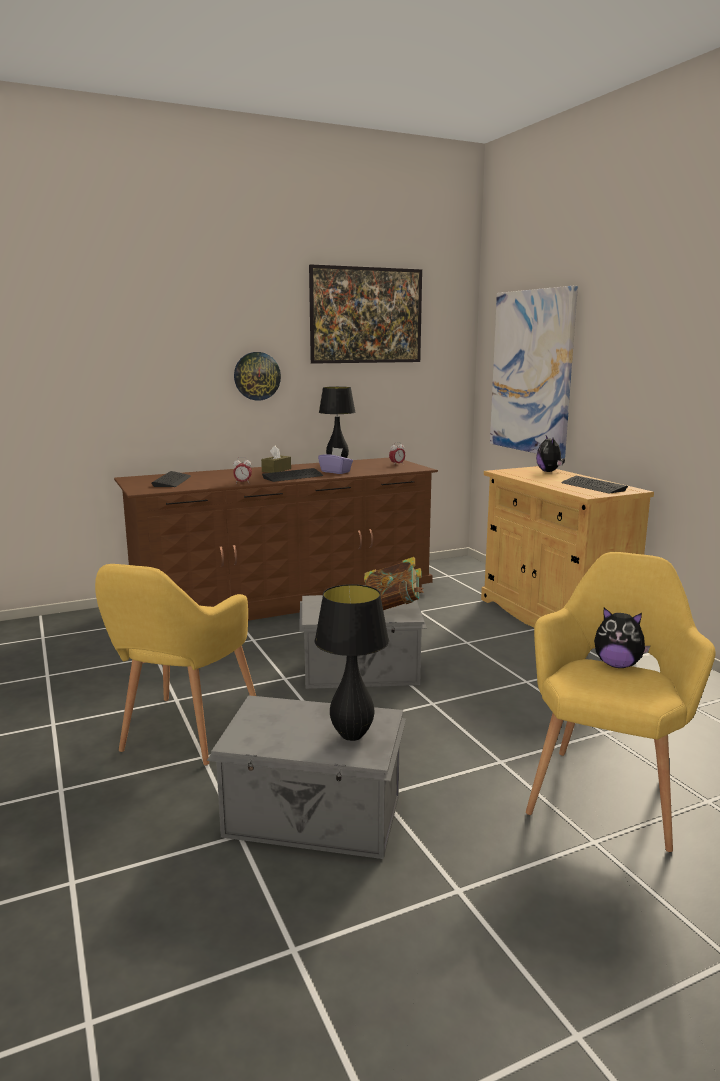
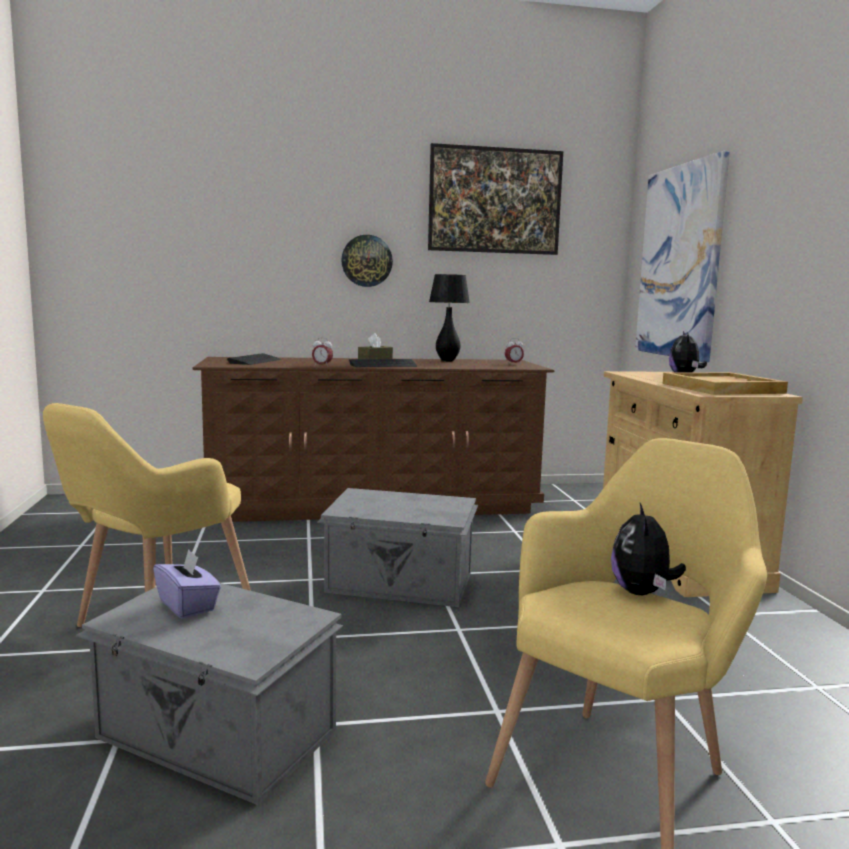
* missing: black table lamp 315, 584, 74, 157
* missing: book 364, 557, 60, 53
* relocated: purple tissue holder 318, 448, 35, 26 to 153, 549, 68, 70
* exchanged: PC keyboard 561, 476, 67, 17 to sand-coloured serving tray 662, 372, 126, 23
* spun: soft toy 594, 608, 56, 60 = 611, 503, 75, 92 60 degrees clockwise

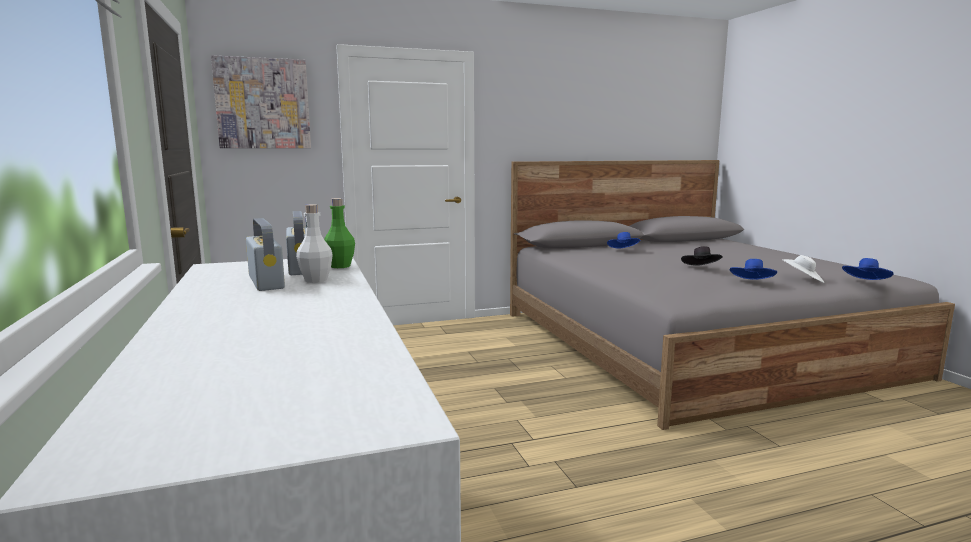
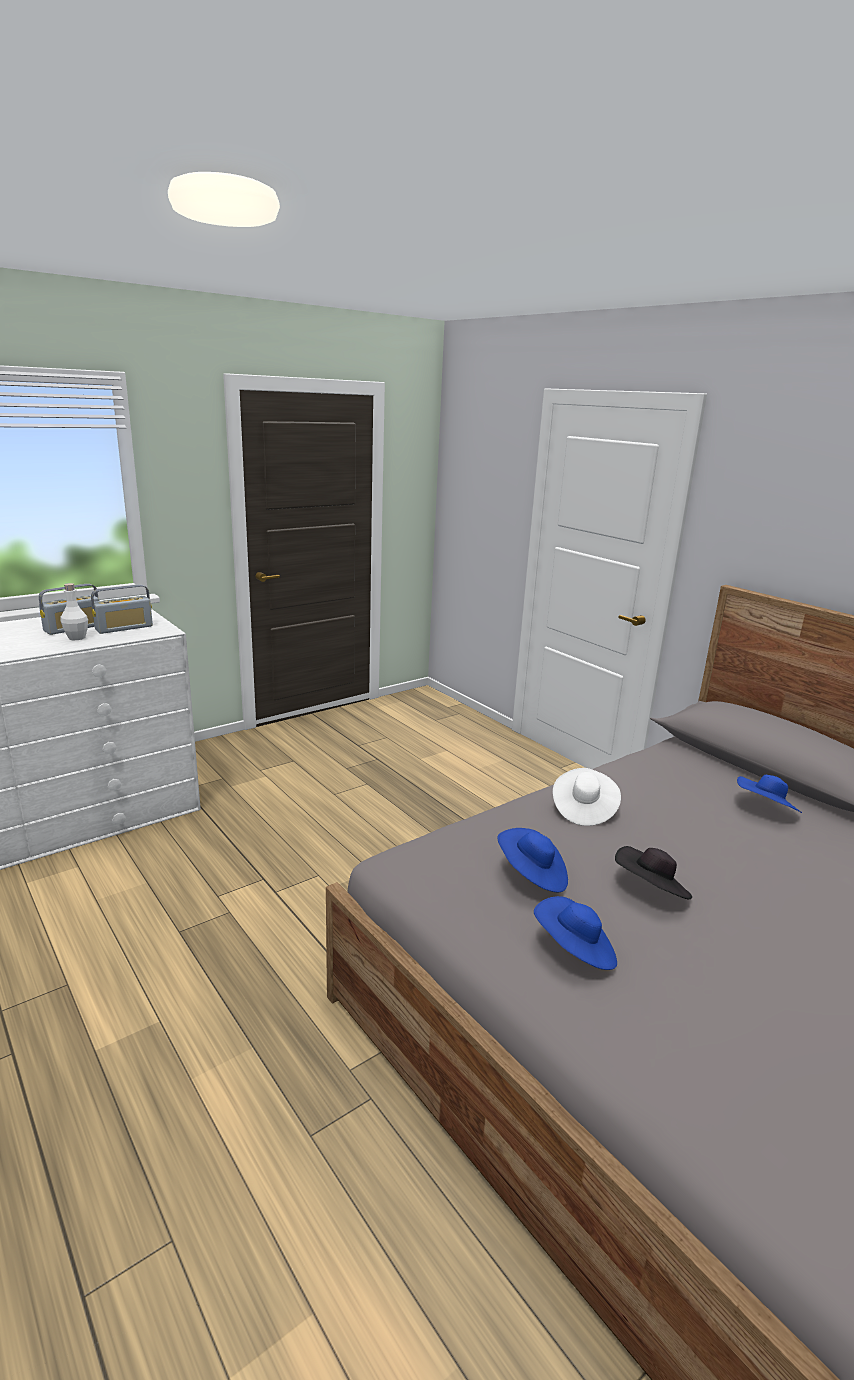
* missing: wall art 211, 55, 100, 93
* missing: greenish bottle 324, 198, 31, 70
* relocated: white-coloured hat 781, 255, 43, 28 to 553, 768, 68, 58
* relocated: blue-coloured hat 842, 258, 51, 22 to 497, 828, 71, 64

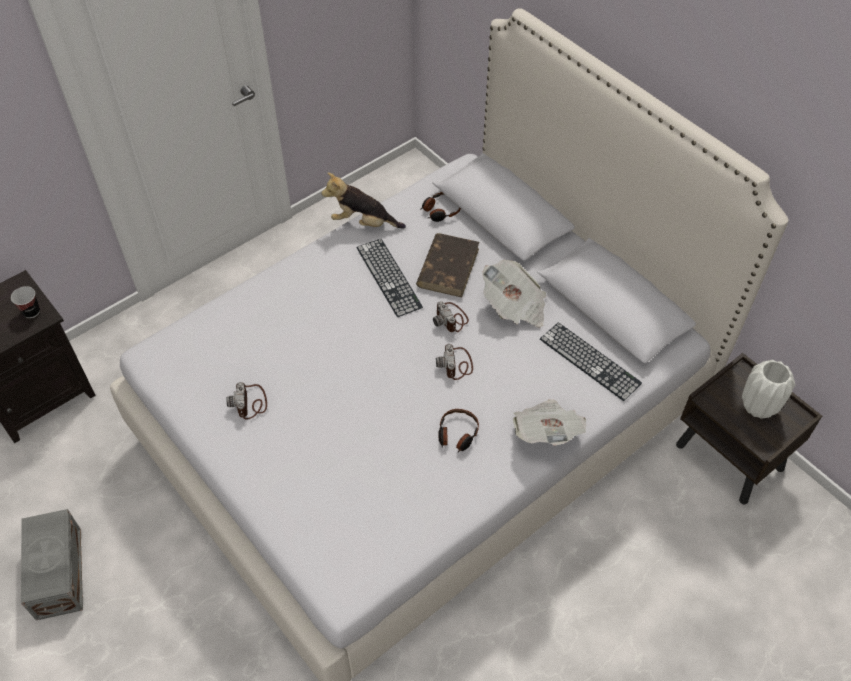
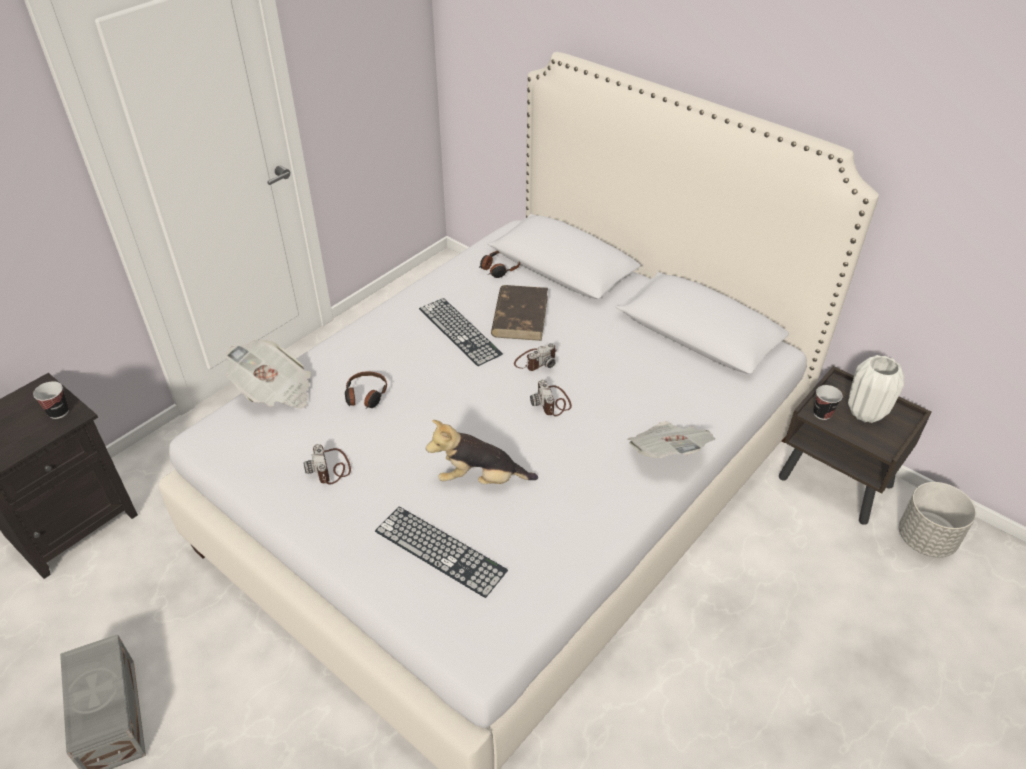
* appeared: small cup 813, 385, 30, 35
* appeared: grey plant pot 899, 482, 77, 76
* relocated: soft toy 321, 172, 85, 56 to 426, 420, 112, 64
* relocated: headphones 439, 409, 40, 44 to 345, 371, 42, 37
* relocated: daily paper 482, 260, 64, 67 to 226, 340, 85, 68
* relocated: PC keyboard 540, 323, 102, 78 to 375, 507, 133, 91
* spun: photo camera 433, 301, 36, 31 = 514, 343, 43, 28 90 degrees counterclockwise

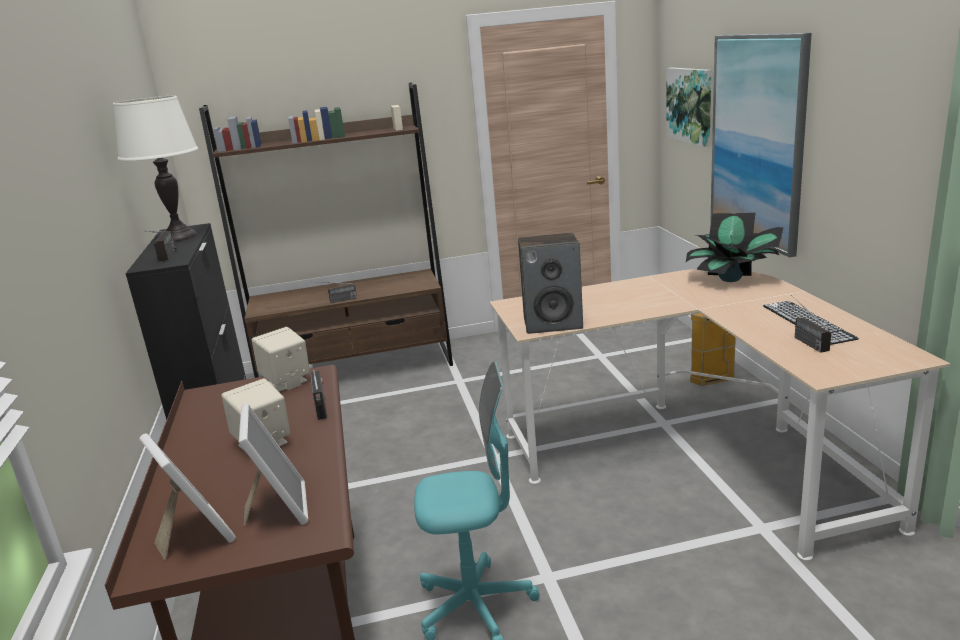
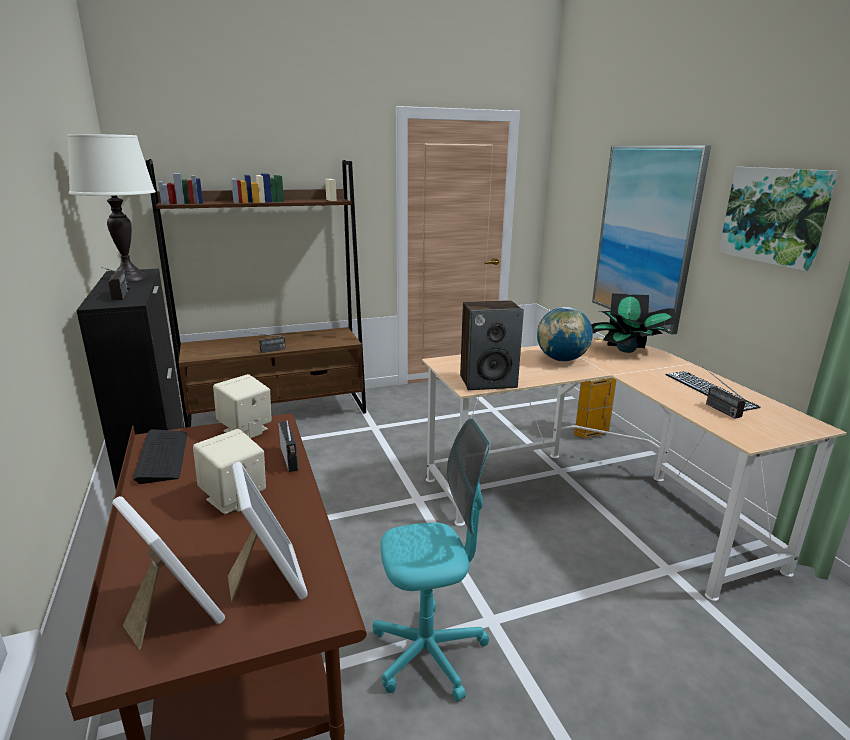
* appeared: PC keyboard 133, 429, 54, 55
* appeared: desk globe 537, 307, 56, 55
* relocated: wall art 666, 67, 45, 80 to 718, 167, 120, 104

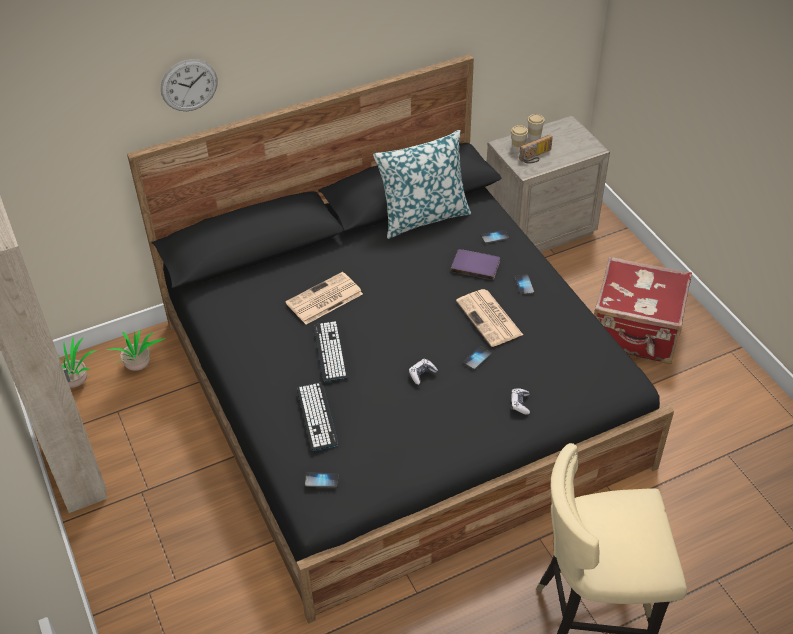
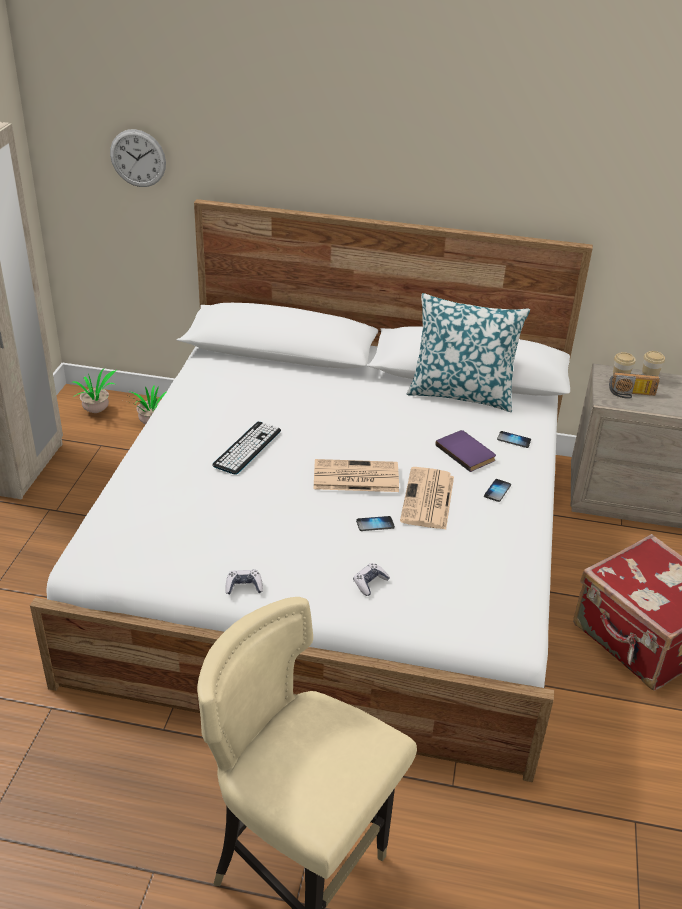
* missing: PC keyboard 297, 383, 41, 67
* missing: telephone 305, 472, 33, 16
* relocated: clock on the wall 161, 59, 57, 52 to 110, 129, 56, 58
* relocated: daily paper 286, 272, 77, 52 to 314, 459, 85, 33
* relocated: game controller 409, 359, 29, 26 to 226, 570, 37, 25
* colour: black bedroom bed 127, 54, 547, 569 to white-coloured bedroom bed 30, 199, 563, 583

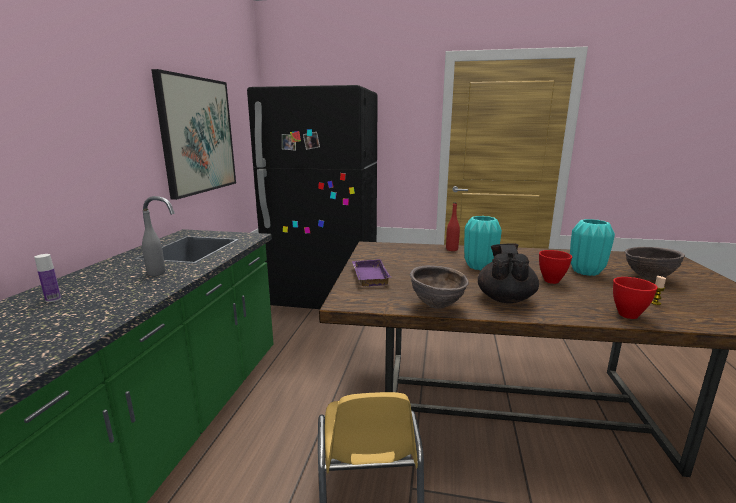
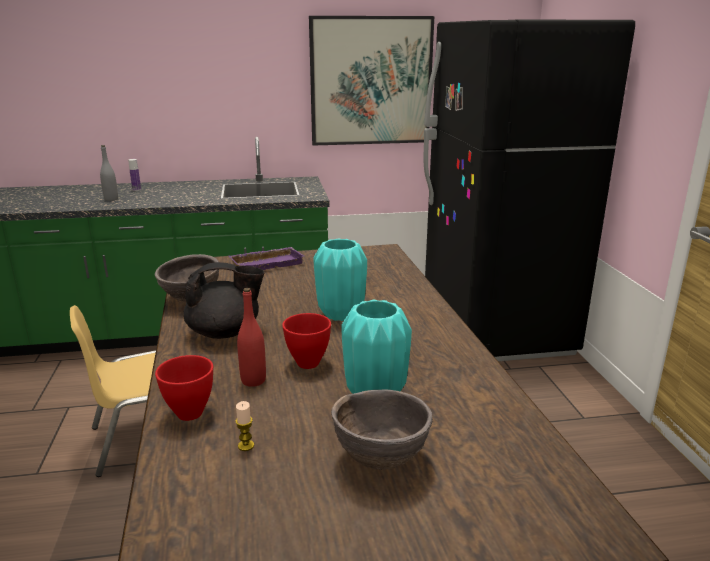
* relocated: grey bottle 142, 209, 23, 67 to 100, 145, 18, 56
* relocated: red bottle 446, 202, 14, 49 to 237, 288, 29, 99

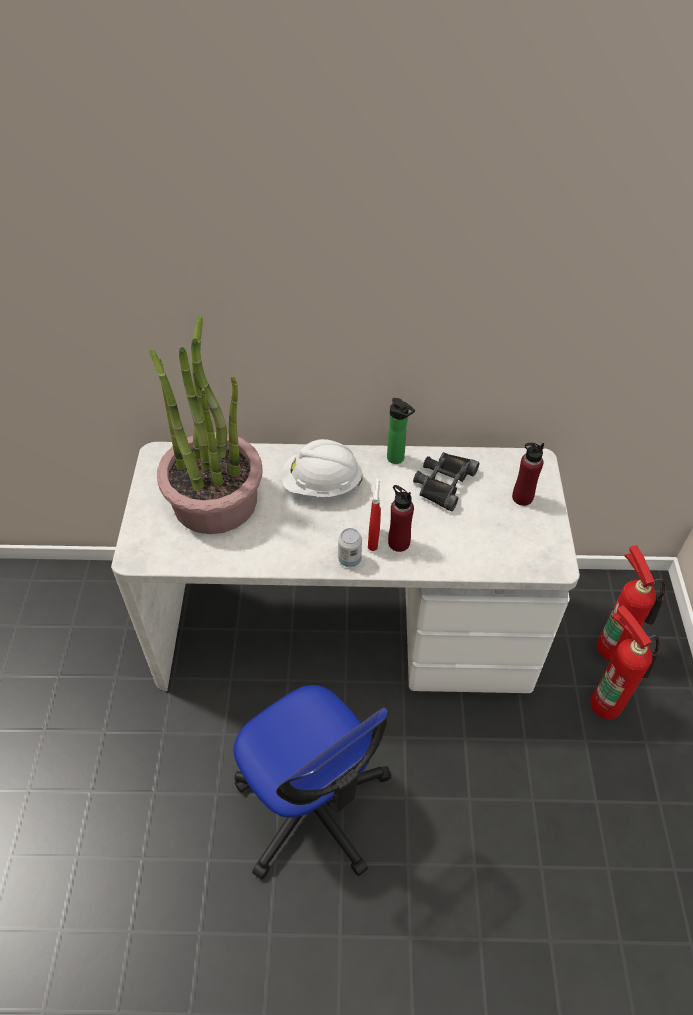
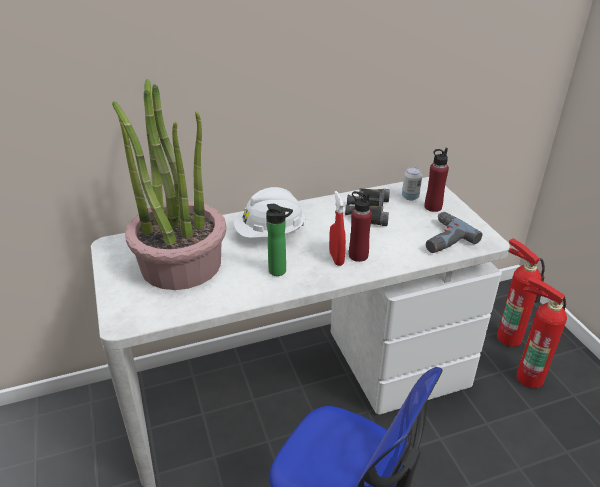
* appeared: power drill 426, 212, 57, 41
* relocated: sealed can 338, 528, 24, 39 to 402, 167, 20, 33
* relocated: bottle 387, 398, 28, 66 to 266, 204, 27, 72

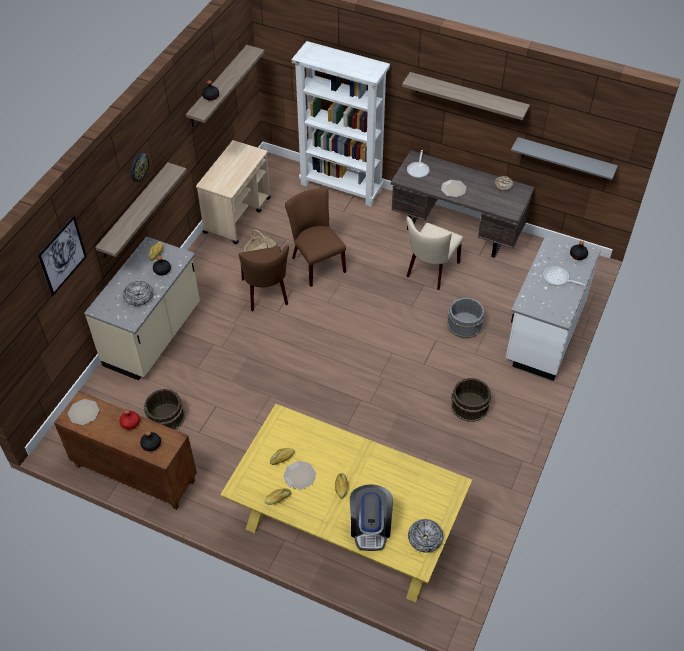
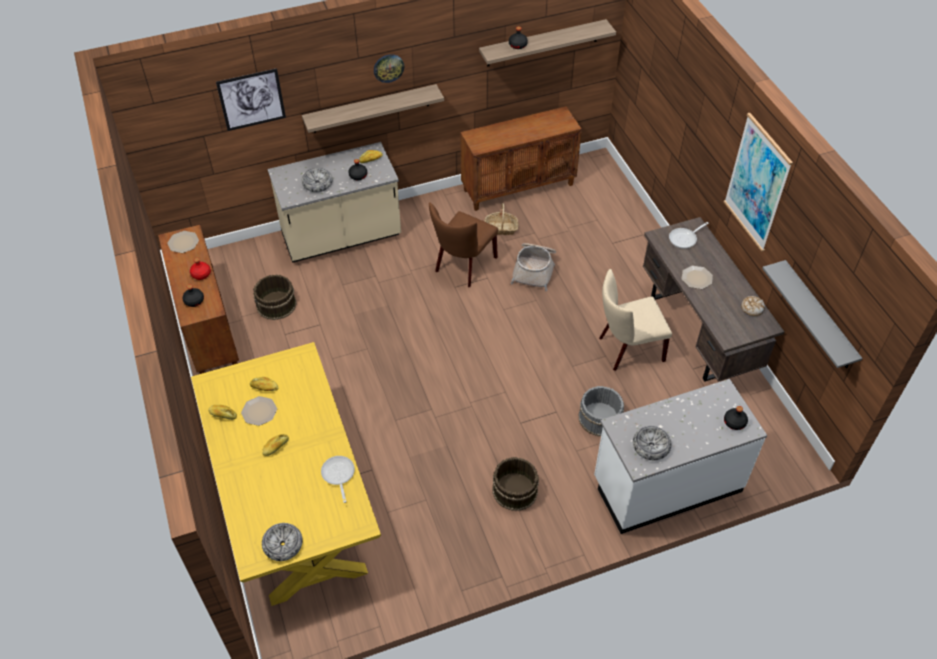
* missing: white-coloured bookshelf 292, 41, 98, 166
* missing: coffee machine 350, 484, 43, 67
* appeared: deep dish 633, 426, 39, 34
* relocated: pan 543, 266, 43, 20 to 321, 456, 34, 47
* exchanged: sand-coloured cart 196, 140, 75, 104 to brown-coloured cupboard 460, 106, 122, 105
* exchanged: brown-coloured plain chair 285, 187, 61, 100 to household basket 510, 243, 46, 48
* exchanged: shelf 402, 72, 128, 49 to wall art 724, 113, 69, 139

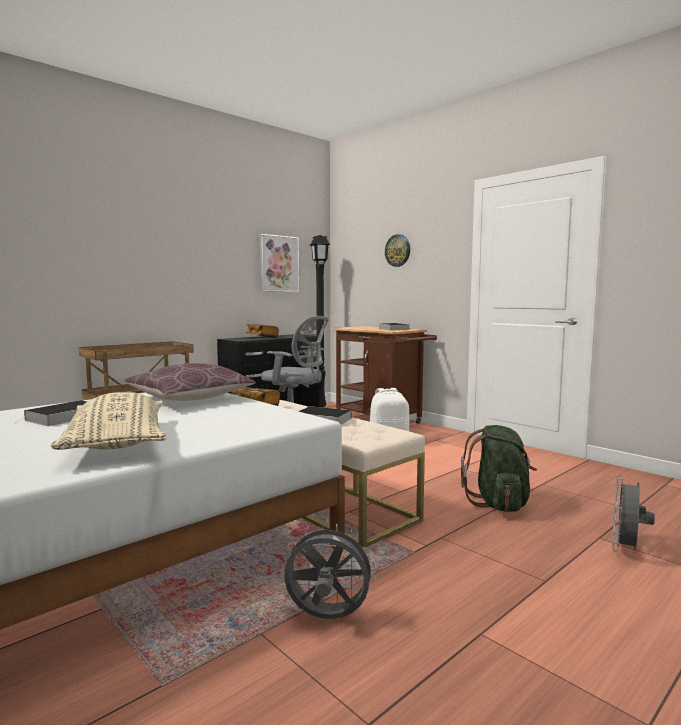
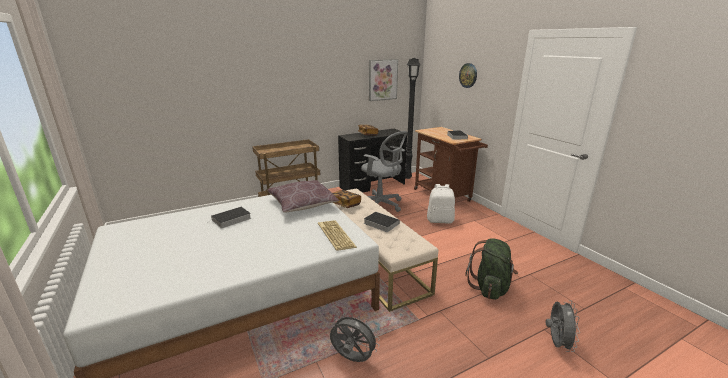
* missing: sand-coloured pillow 51, 392, 116, 58
* appeared: PC keyboard 318, 221, 39, 30
* spun: grey cooling fan 612, 475, 43, 77 = 546, 300, 34, 52 150 degrees clockwise

